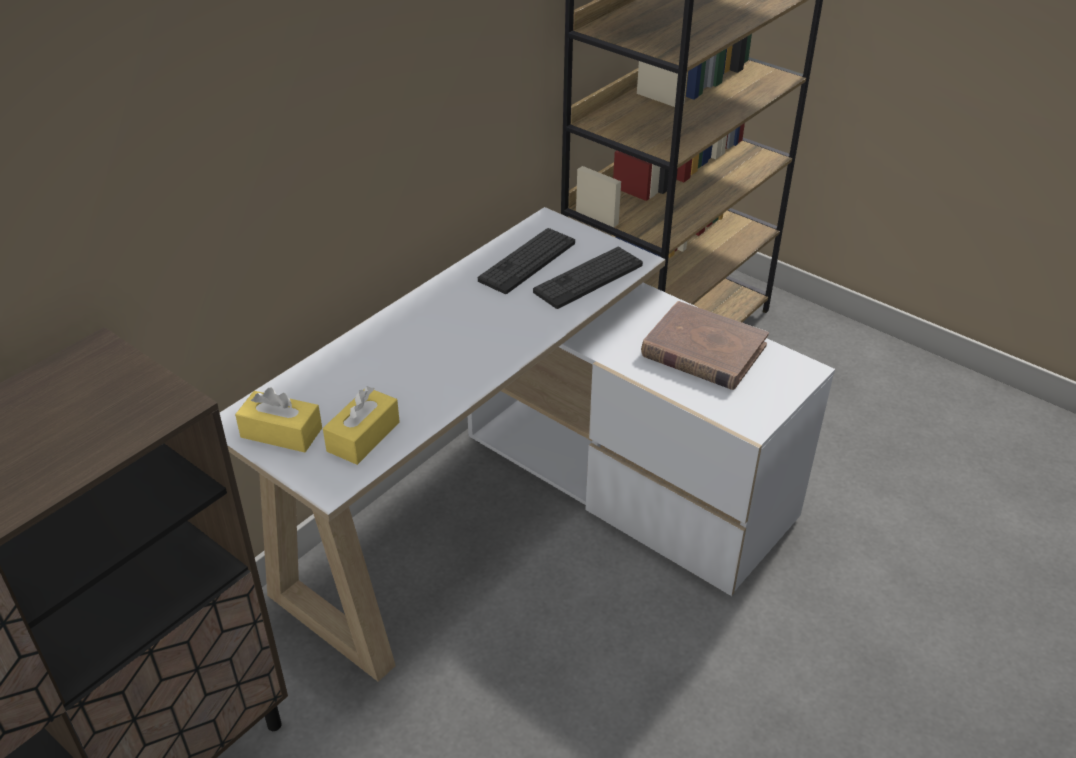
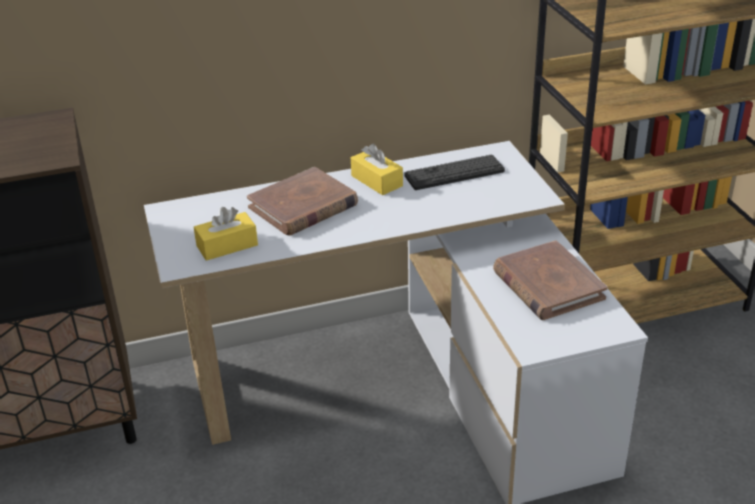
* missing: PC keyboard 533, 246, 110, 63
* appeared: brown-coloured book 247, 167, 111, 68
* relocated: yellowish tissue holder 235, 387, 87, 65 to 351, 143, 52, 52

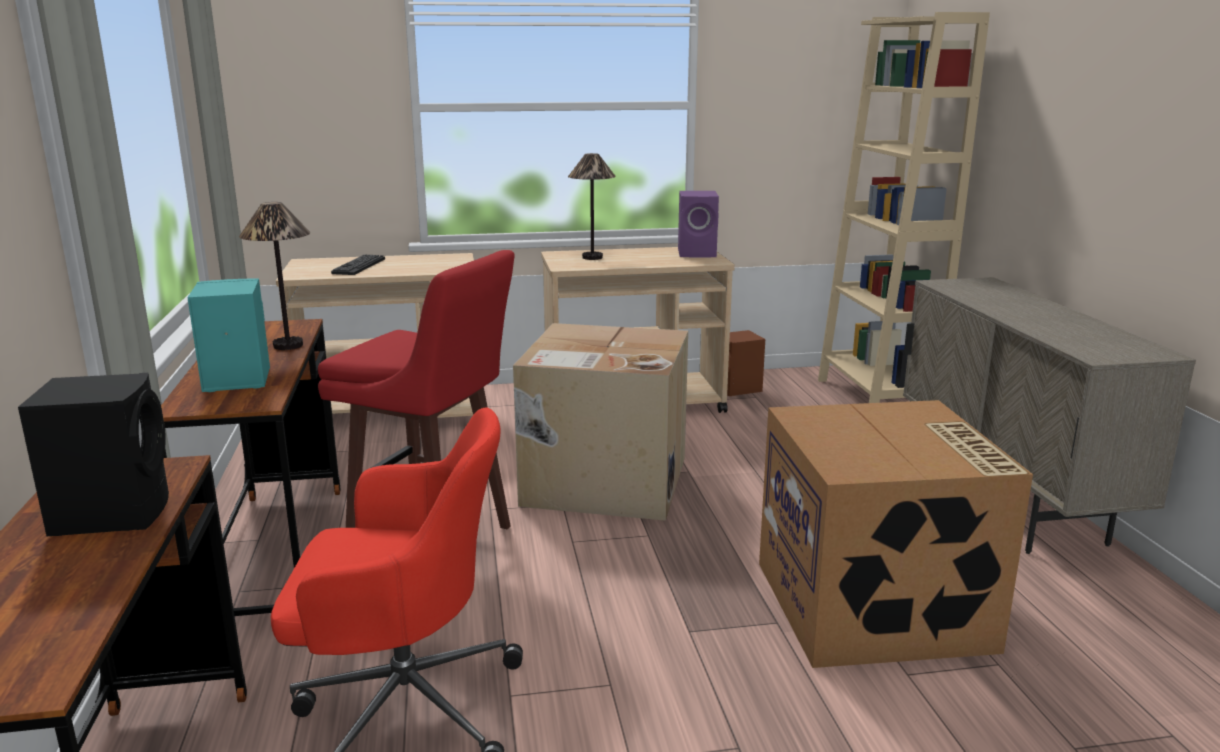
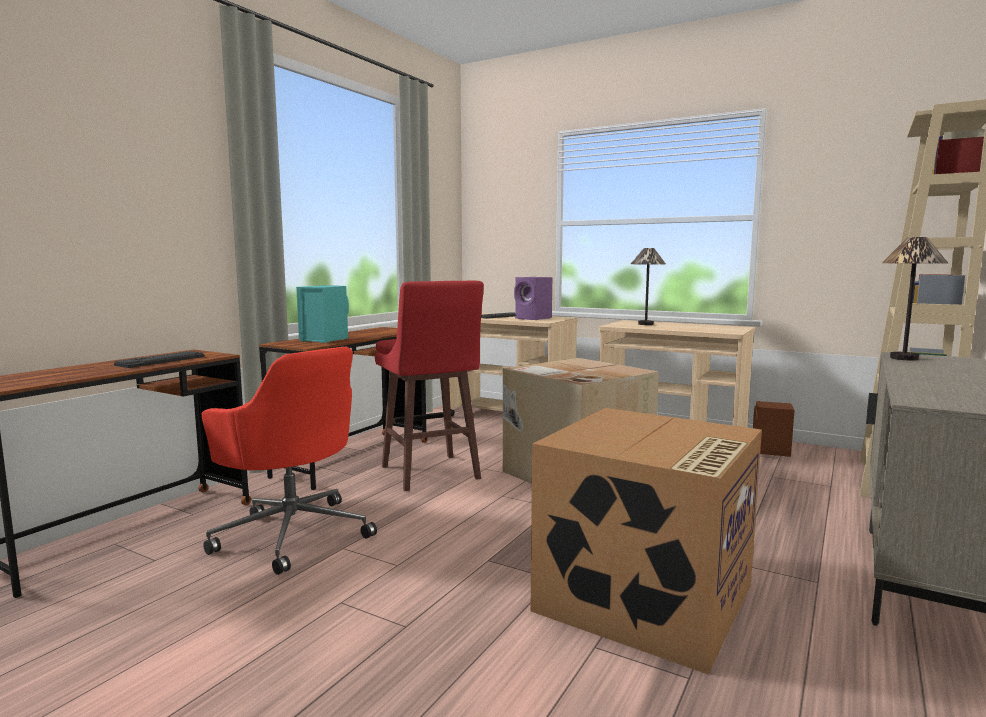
* relocated: table lamp 239, 202, 71, 148 to 882, 237, 66, 124
* relocated: purple speaker 678, 191, 41, 67 to 514, 277, 38, 43
* exchanged: black speaker 18, 373, 151, 163 to PC keyboard 114, 351, 91, 17

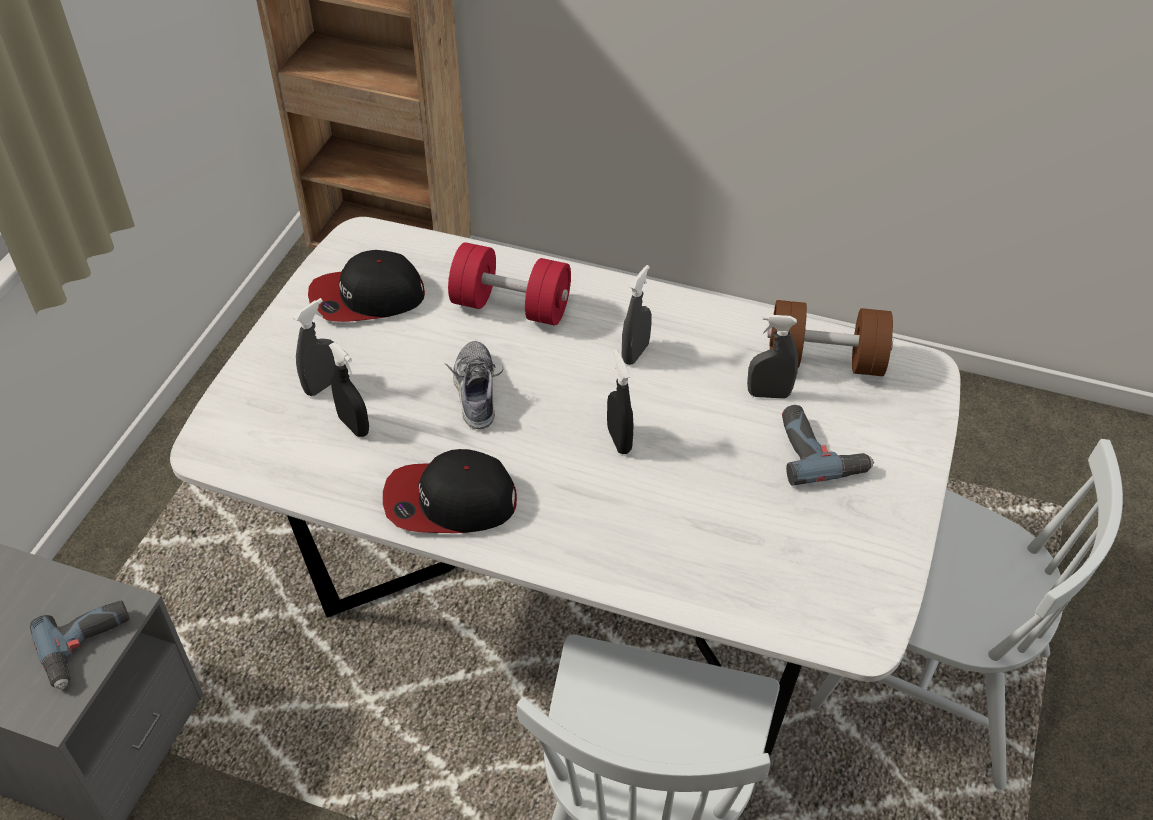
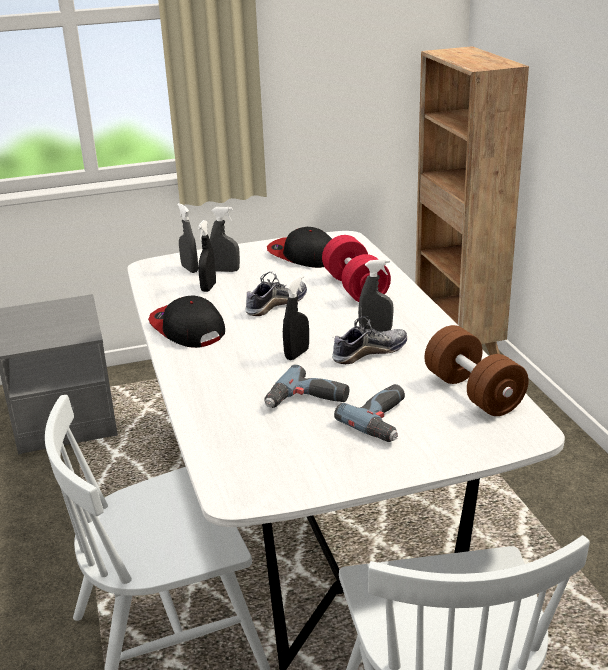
* appeared: low shoe 332, 316, 75, 48
* relocated: power drill 30, 601, 100, 88 to 264, 365, 85, 43
* relocated: grey sprayer 747, 315, 51, 83 to 177, 203, 21, 70

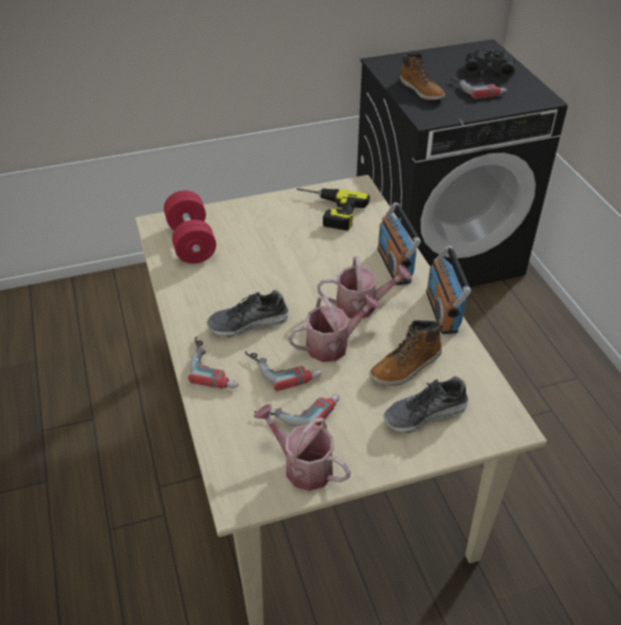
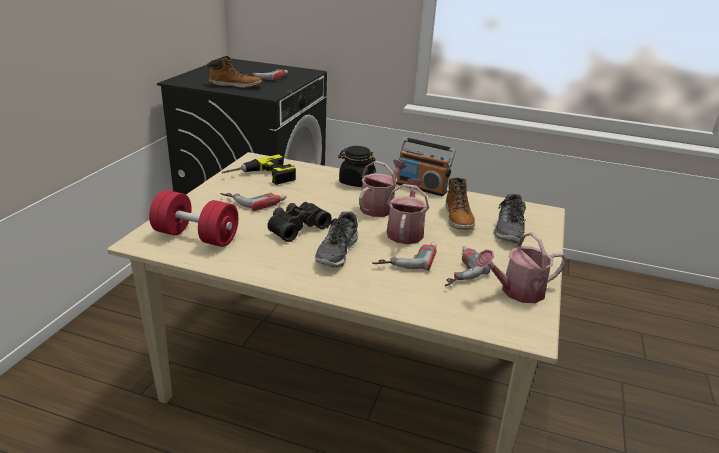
* relocated: power drill 188, 336, 51, 53 to 220, 193, 67, 18
* relocated: black binoculars 465, 49, 50, 29 to 267, 202, 64, 40
* exchanged: radio receiver 377, 202, 44, 83 to black storage jar 338, 146, 38, 41

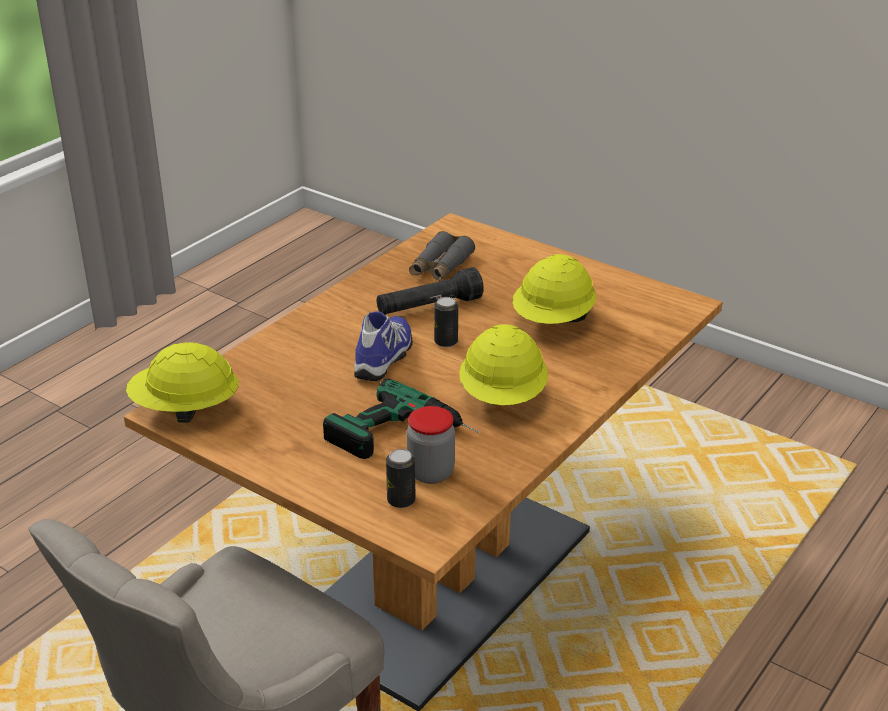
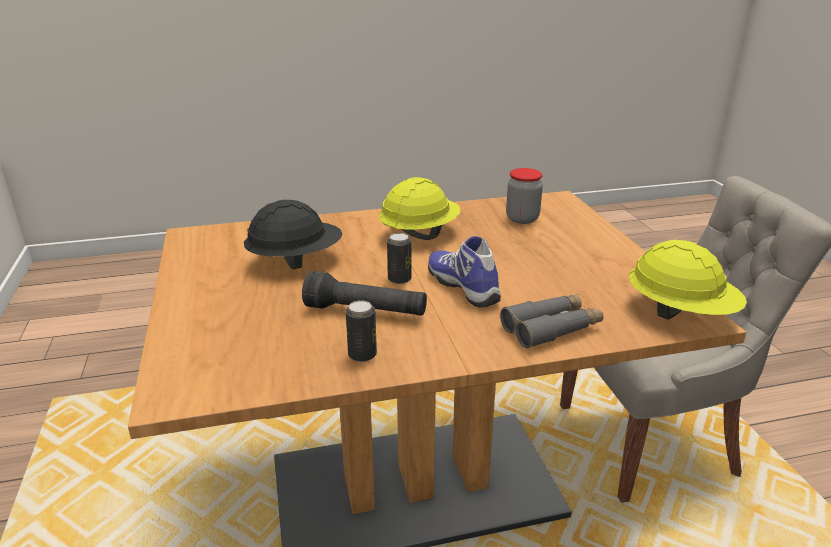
* missing: power drill 323, 378, 157, 81
* relocated: sealed can 386, 449, 30, 59 to 346, 300, 31, 62
* relocated: grey binoculars 409, 231, 66, 50 to 500, 294, 104, 55
* colour: yellowish hard hat 512, 254, 84, 70 to black hard hat 244, 200, 98, 69
* spun: low shoe 354, 311, 59, 70 = 428, 236, 73, 72 90 degrees clockwise

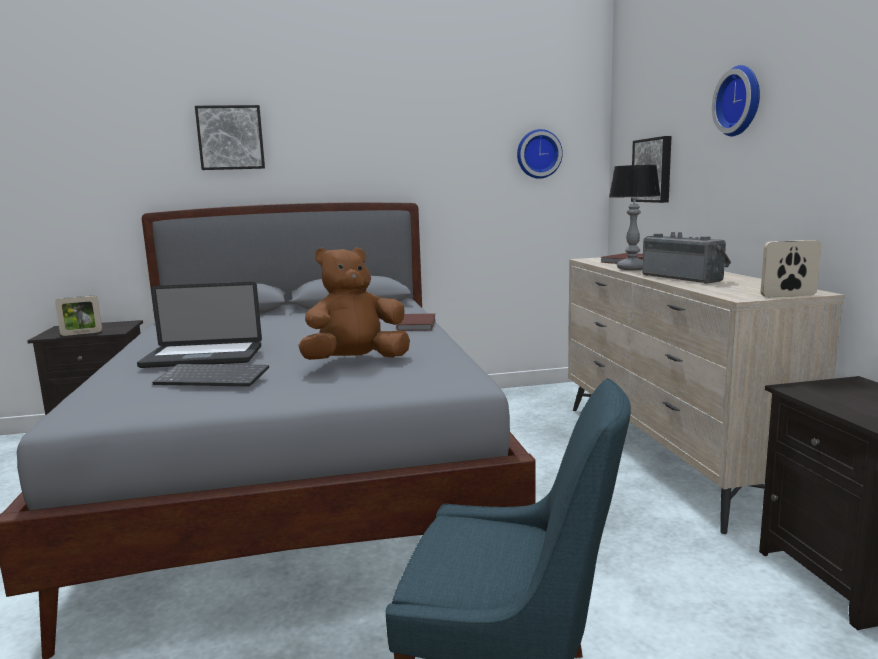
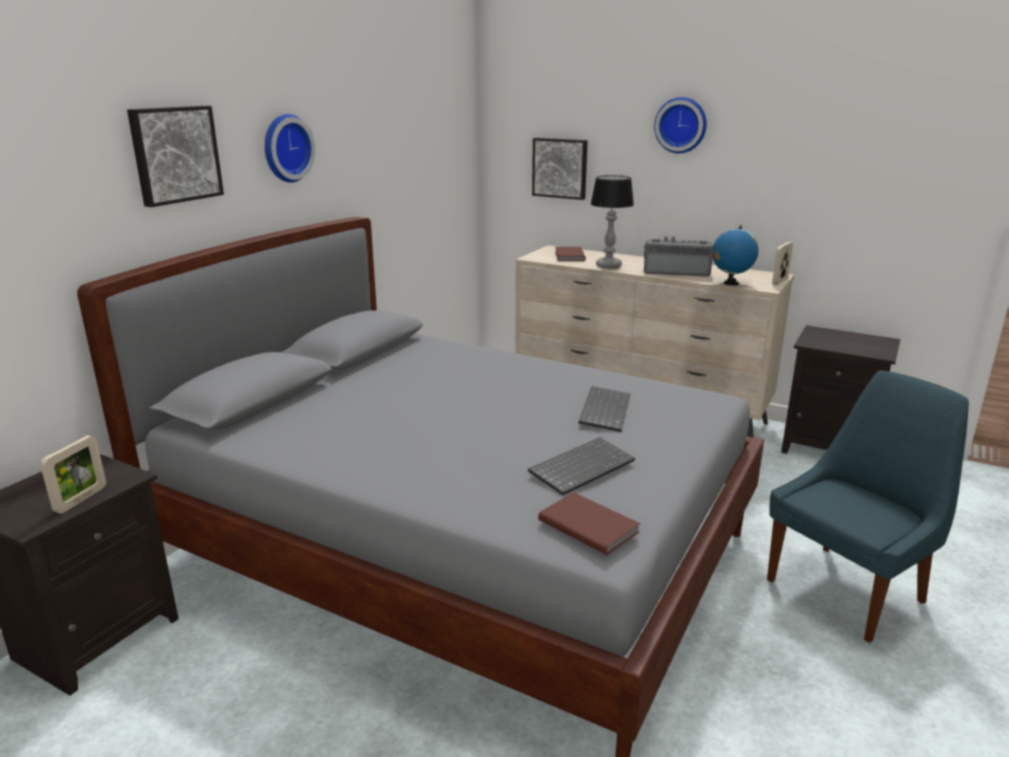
* missing: laptop 137, 282, 125, 86
* appeared: desk globe 712, 225, 47, 61
* relocated: brown-coloured book 396, 313, 40, 18 to 538, 492, 103, 63
* relocated: clock on the wall 517, 129, 46, 50 to 265, 114, 50, 69
* exchanged: brown-coloured soft toy 299, 247, 111, 113 to PC keyboard 578, 386, 52, 46

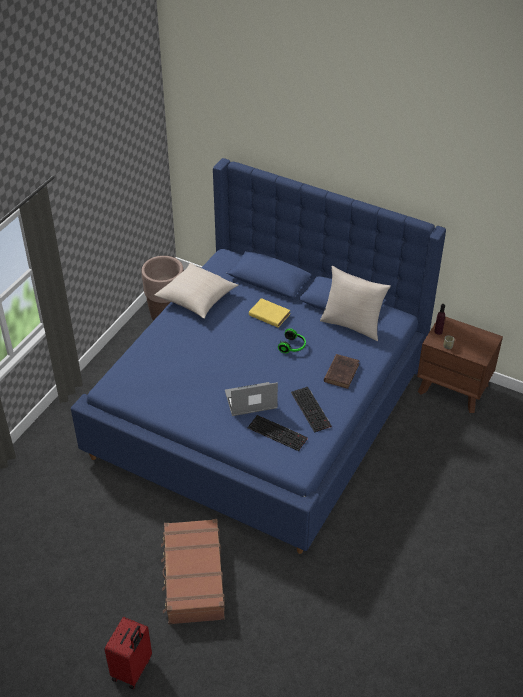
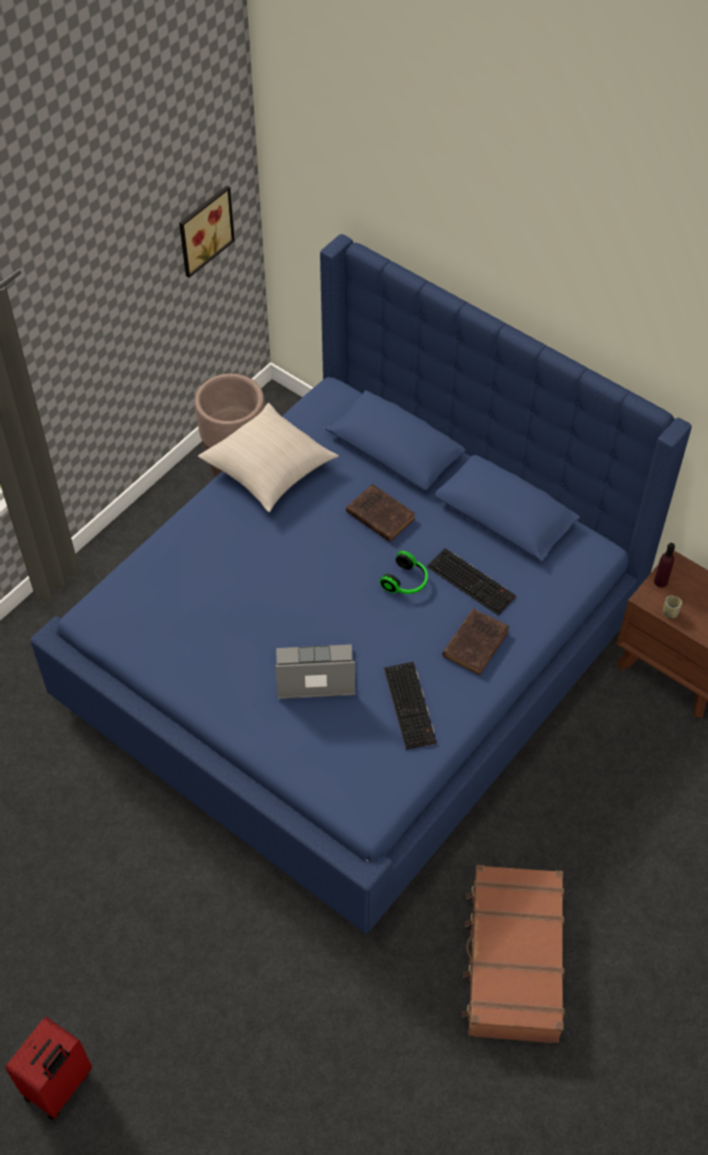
* missing: sand-coloured pillow 320, 266, 71, 75
* appeared: wall art 179, 186, 56, 92
* relocated: brown-coloured piece of luggage 161, 519, 64, 105 to 461, 865, 104, 178
* relocated: PC keyboard 248, 415, 60, 36 to 427, 548, 89, 67
* colour: yellowish book 249, 298, 41, 30 to brown-coloured book 346, 484, 70, 58

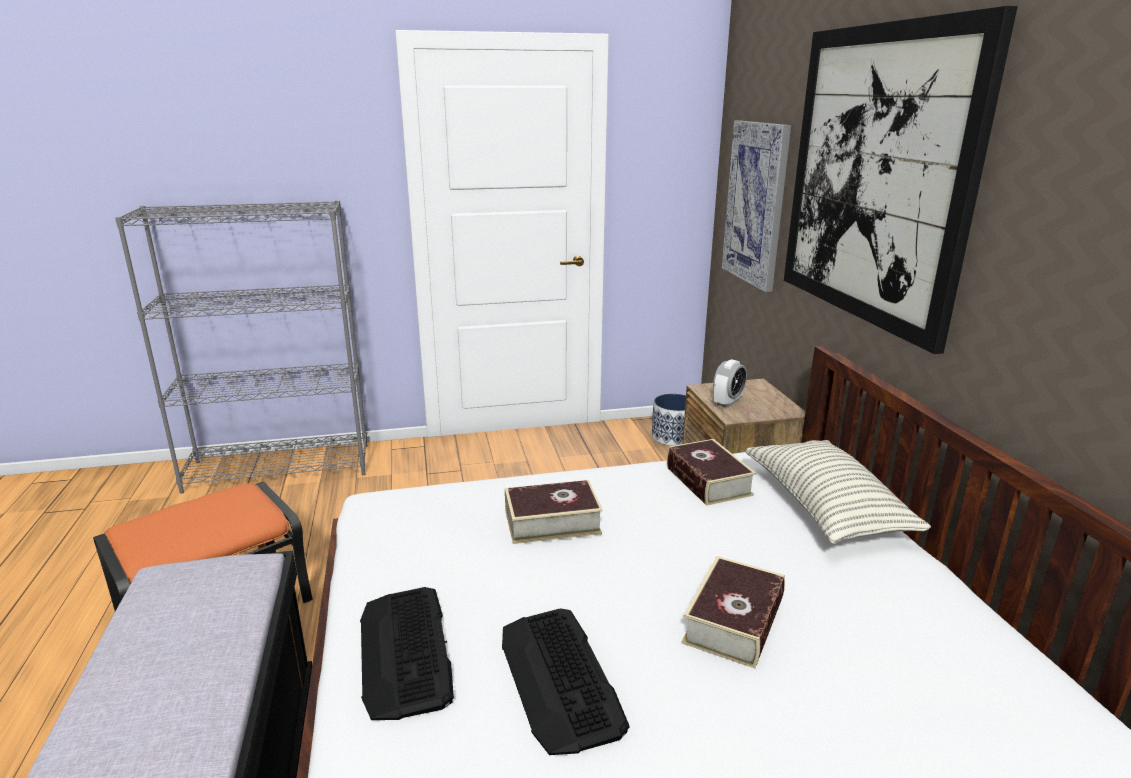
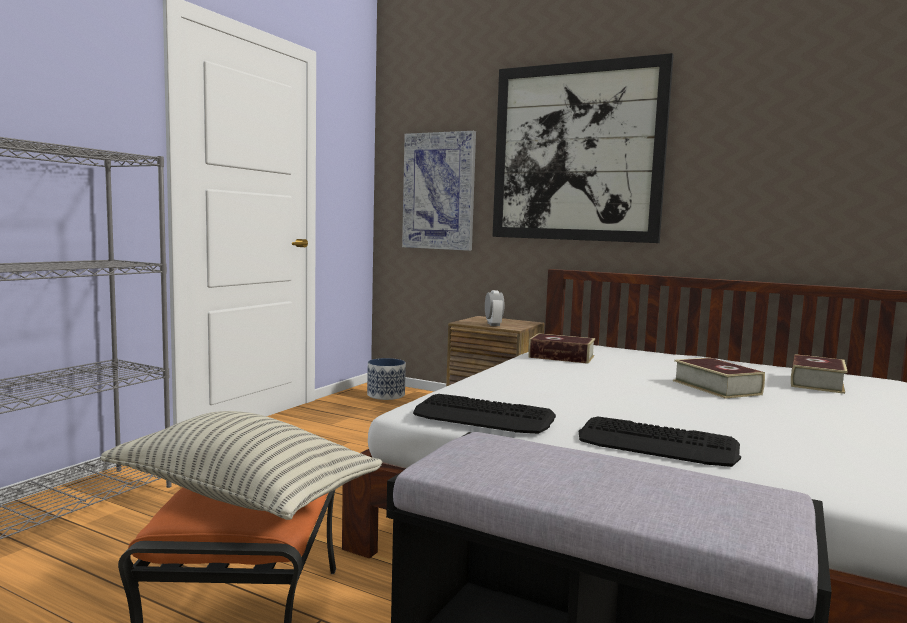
* relocated: PC keyboard 502, 608, 127, 147 to 413, 394, 143, 40
* relocated: book 505, 480, 97, 64 to 791, 354, 57, 40
* relocated: pillow 745, 440, 186, 105 to 100, 411, 283, 109

